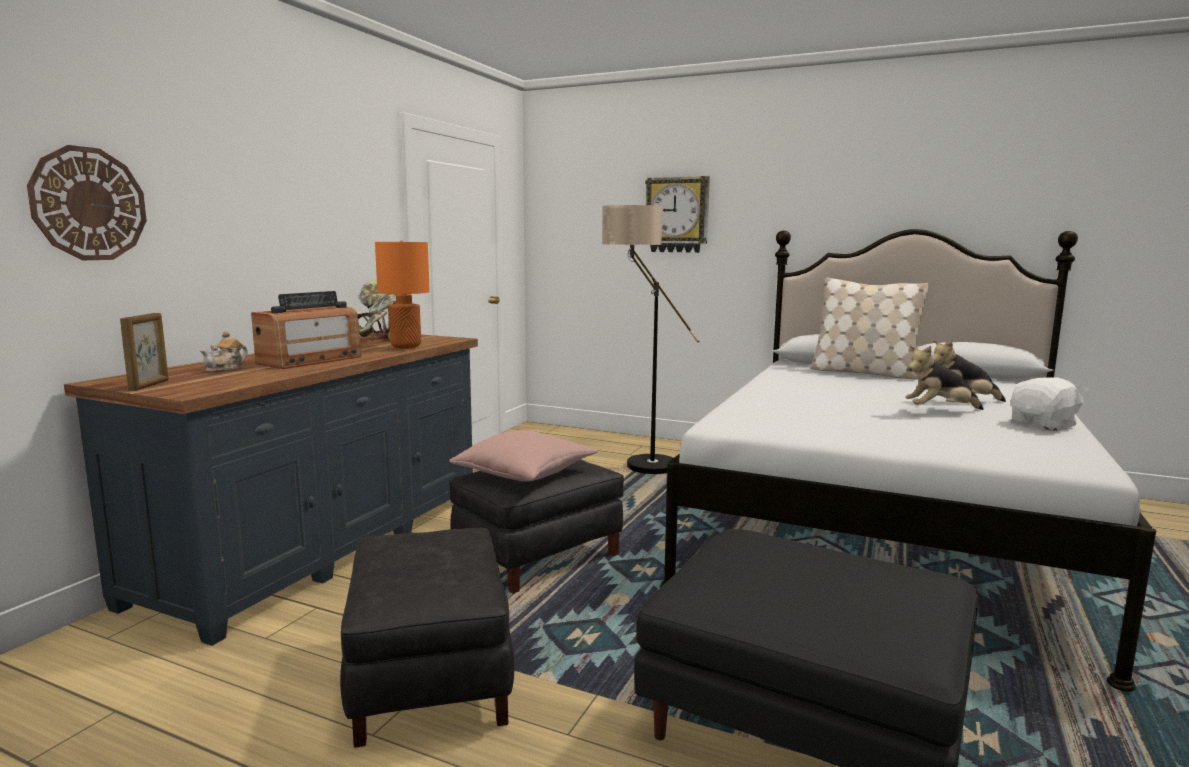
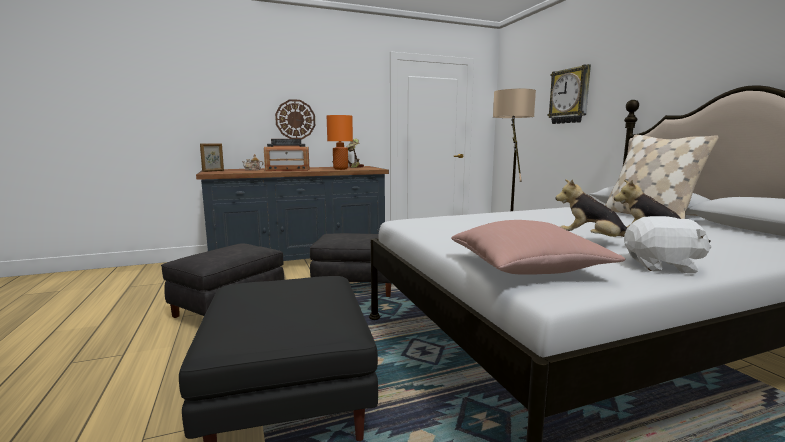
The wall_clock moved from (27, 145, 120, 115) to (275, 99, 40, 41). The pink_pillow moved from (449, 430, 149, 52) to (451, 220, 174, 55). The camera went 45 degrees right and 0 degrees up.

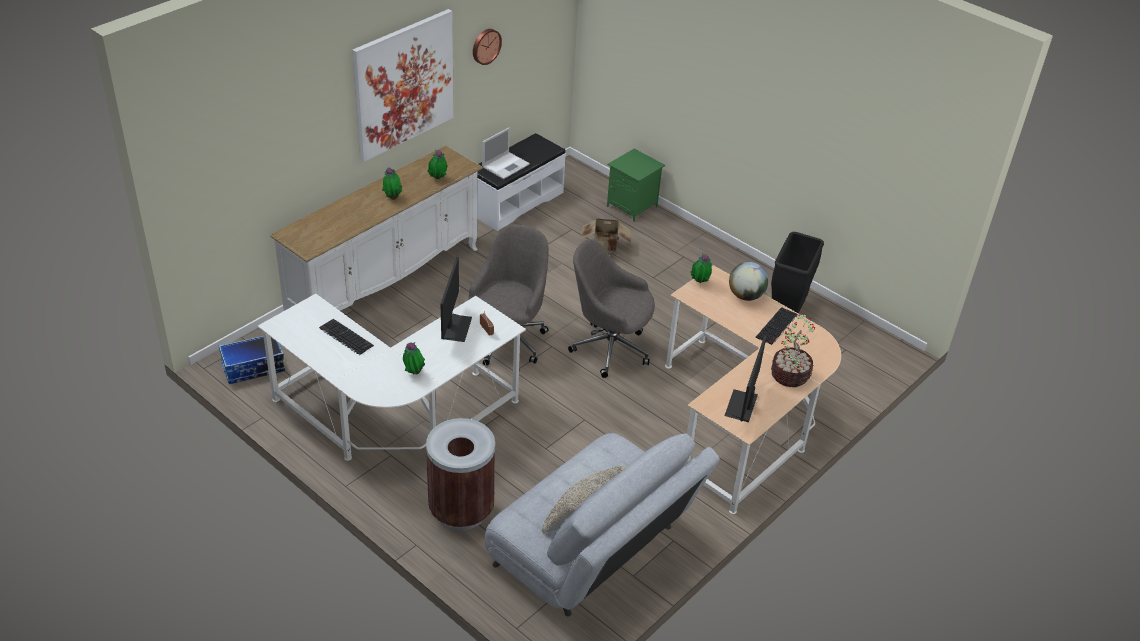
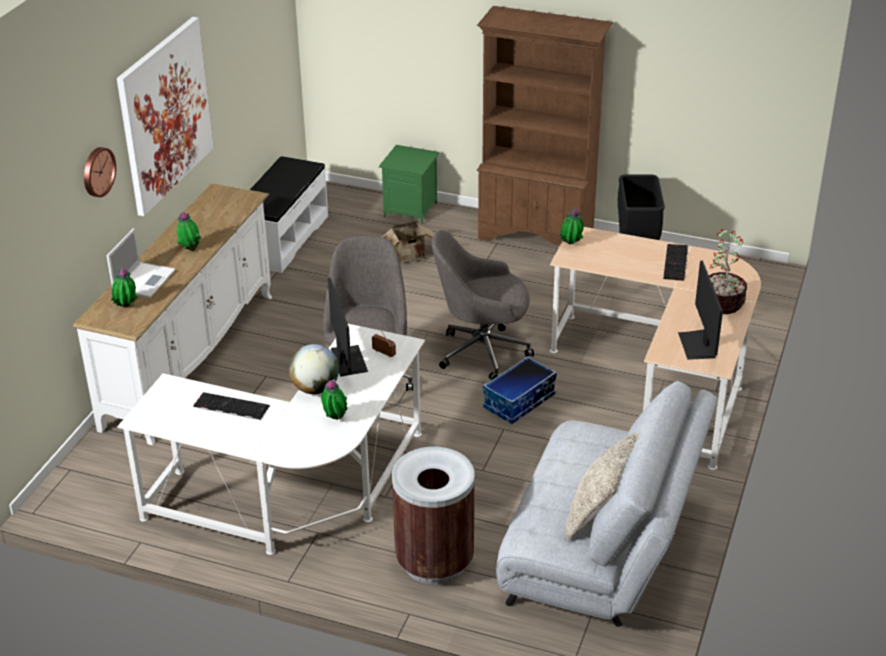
The wall_clock moved from (473, 29, 29, 36) to (84, 147, 32, 50). The laptop moved from (482, 127, 48, 52) to (107, 228, 68, 70). The potted_plant moved from (427, 150, 20, 29) to (111, 268, 27, 39). The globe moved from (729, 262, 39, 39) to (289, 344, 50, 50). The brown_bookcase at (476, 6, 137, 240) appeared. The storage_box moved from (219, 336, 66, 48) to (483, 356, 74, 68). The camera went 20 degrees left and 5 degrees down.

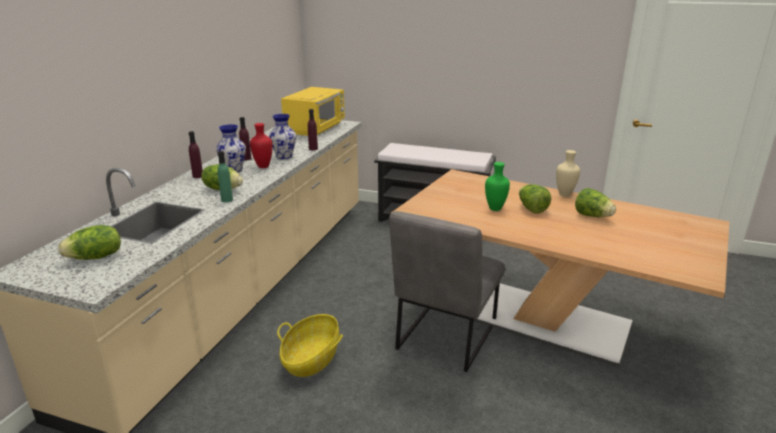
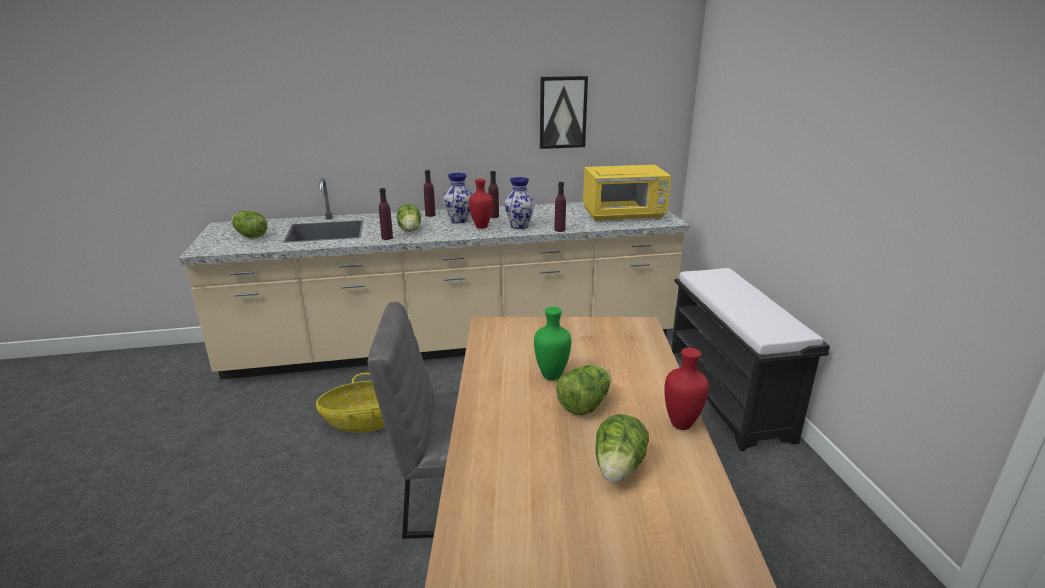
The green_bottle at (217, 151, 16, 51) became the purple_bottle at (379, 188, 14, 52). The picture at (540, 76, 48, 73) appeared. The beige_vase at (556, 150, 24, 47) became the red_vase at (664, 347, 45, 83). The camera went 60 degrees right and 0 degrees up.

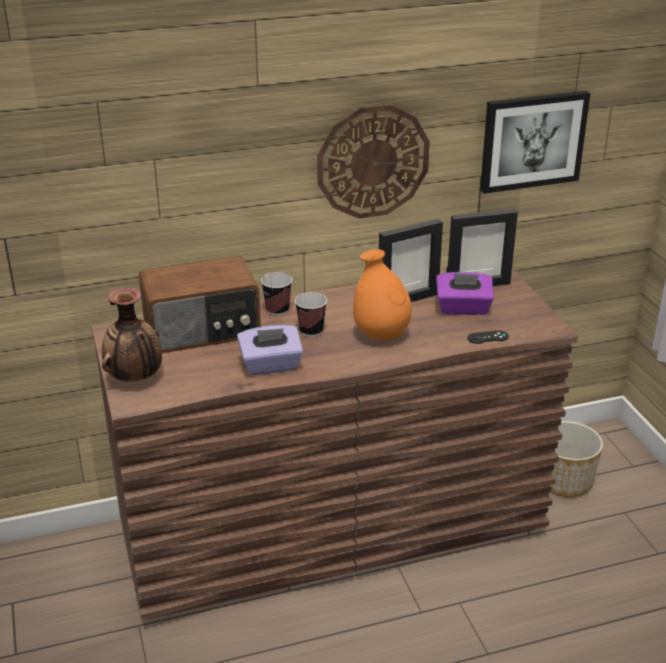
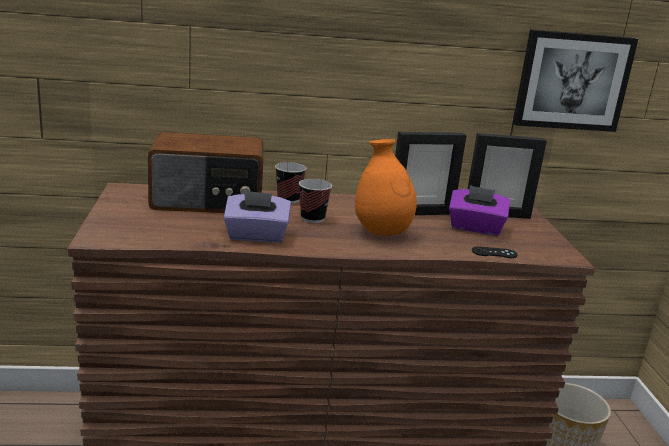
The vase at (102, 288, 60, 94) disappeared. The wall_clock at (317, 104, 113, 115) disappeared. The camera went 10 degrees right and 10 degrees down.

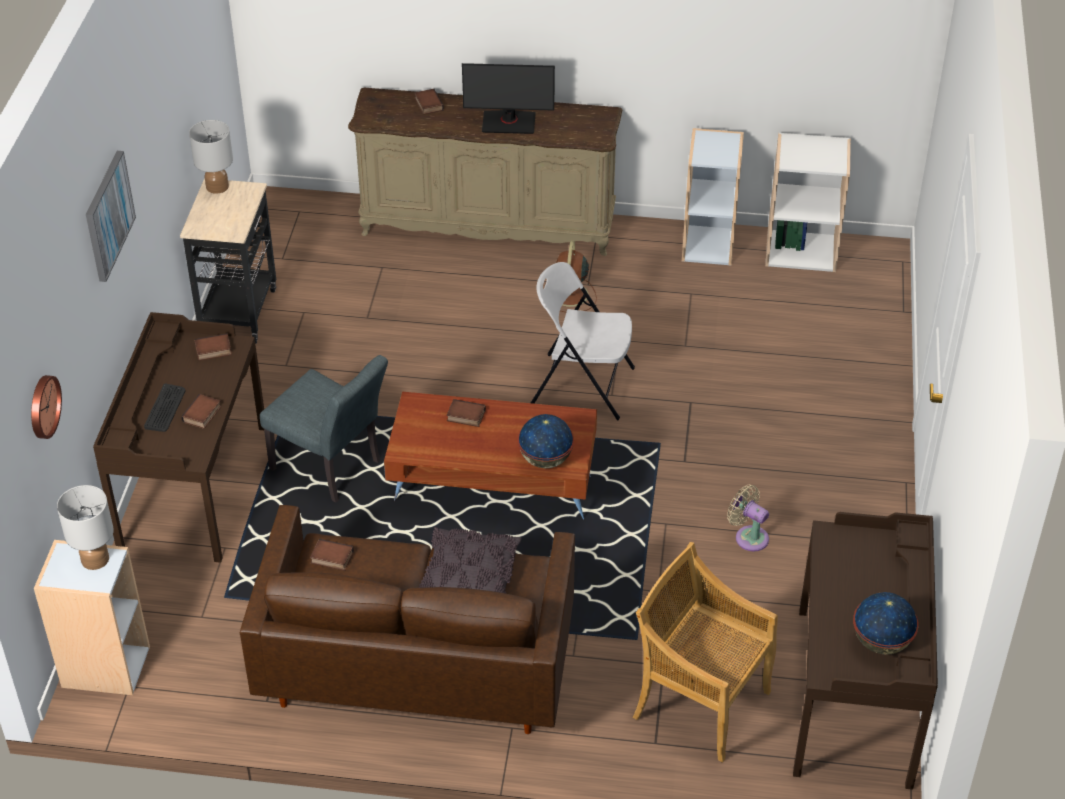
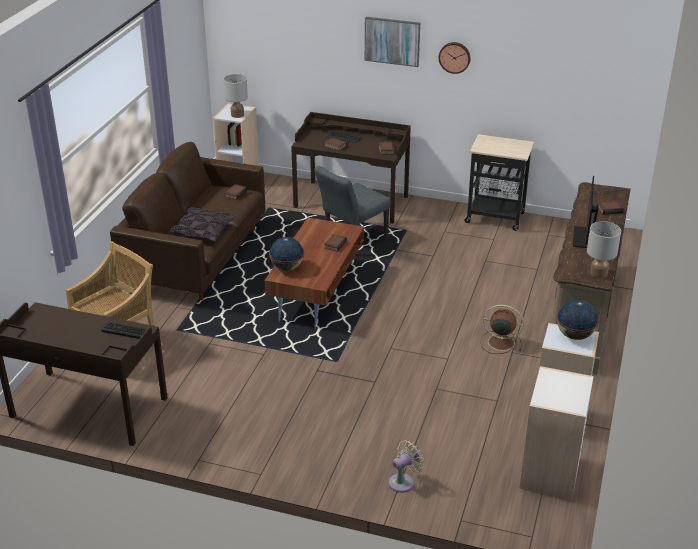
The keyboard at (101, 322, 46, 17) appeared. The beige_fan moved from (727, 485, 42, 66) to (389, 440, 35, 53). The wall_clock moved from (31, 375, 31, 64) to (439, 42, 32, 32). The globe moved from (853, 592, 66, 63) to (556, 300, 43, 40). The grey_table_lamp moved from (189, 120, 44, 74) to (587, 221, 34, 57). The white_chair at (530, 262, 105, 158) disappeared. The camera went 100 degrees right and 10 degrees down.

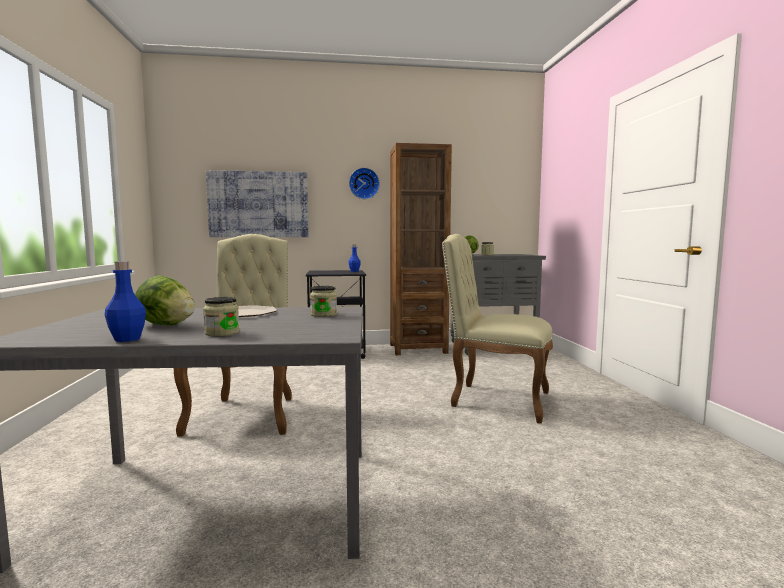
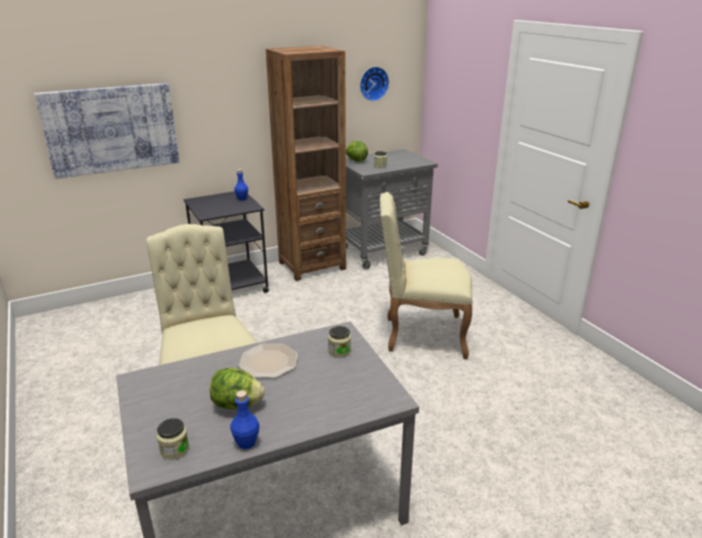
The jar moved from (203, 297, 36, 39) to (157, 418, 32, 42). The wall_clock moved from (349, 168, 31, 31) to (360, 66, 29, 35). The camera went 20 degrees left and 20 degrees up.

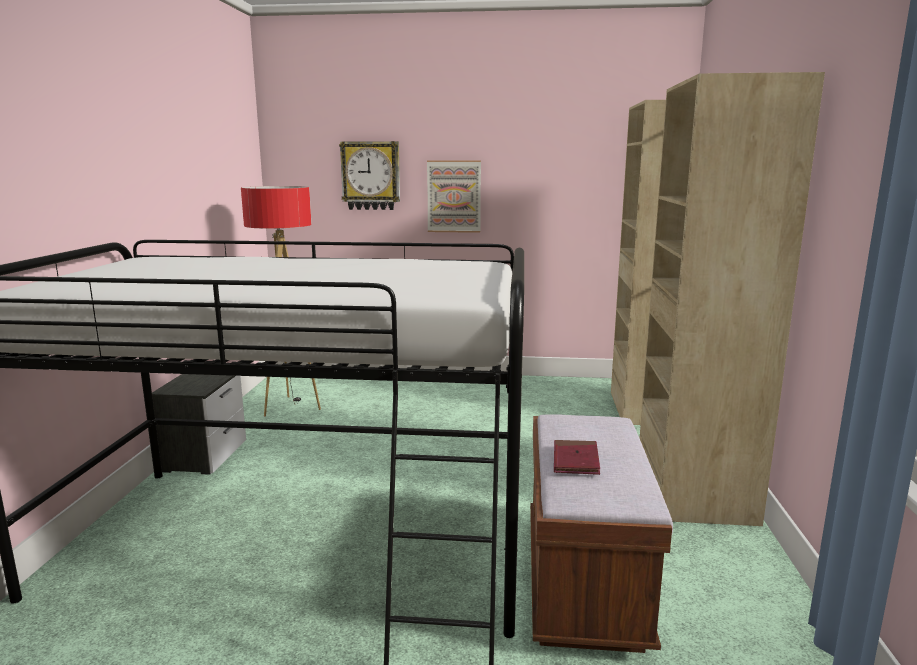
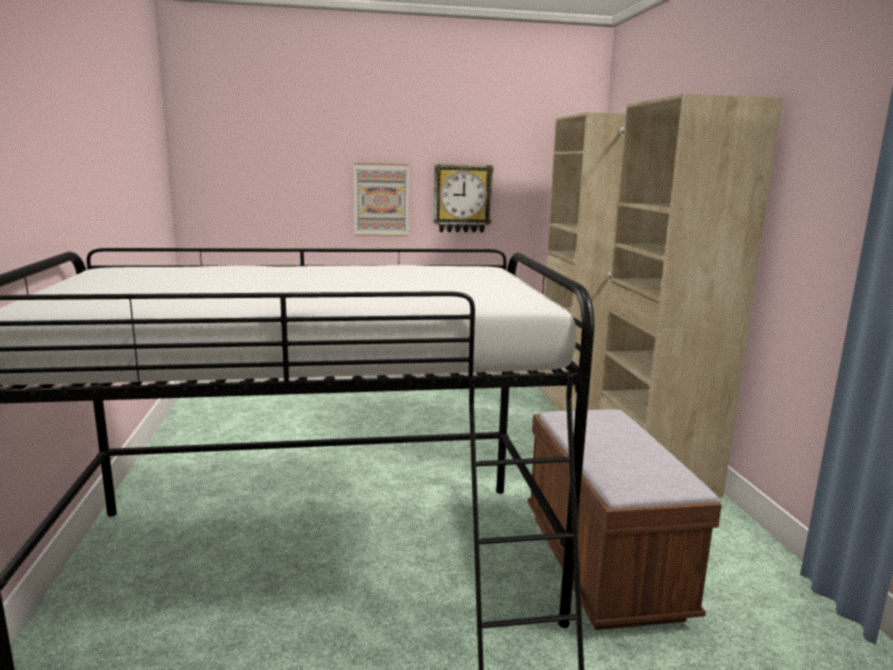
The wall_clock moved from (339, 141, 61, 69) to (433, 164, 61, 68). The nightstand at (152, 374, 94, 101) disappeared. The floor_lamp at (241, 186, 80, 231) disappeared. The red_book at (554, 440, 46, 35) disappeared. The camera went 15 degrees left and 0 degrees up.

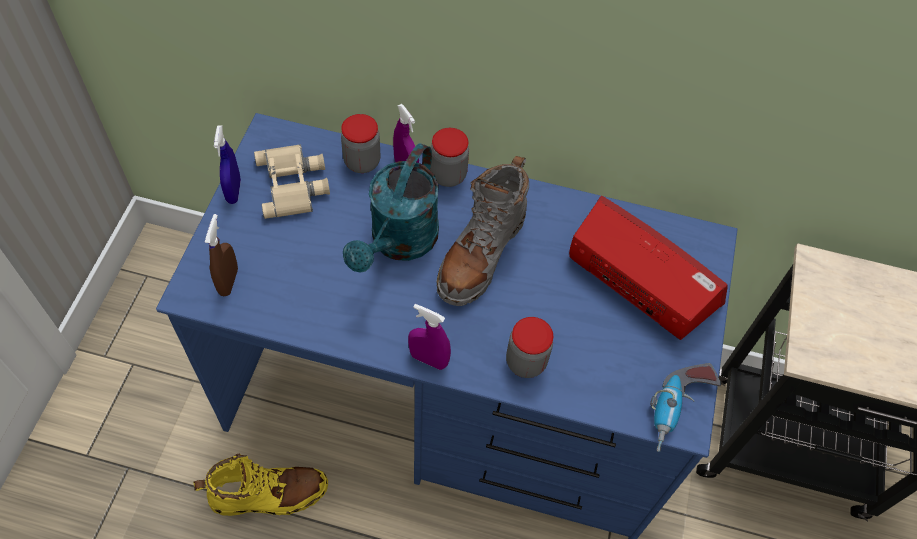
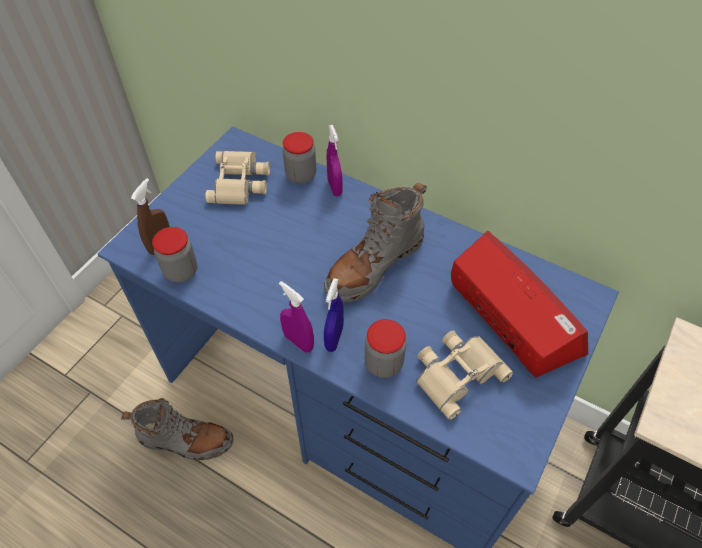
The yellow_boot at (193, 453, 135, 63) became the grey_boot at (121, 398, 113, 63). The jar moved from (430, 128, 39, 59) to (152, 227, 45, 56). The blue_spray_bottle moved from (214, 125, 27, 79) to (324, 278, 20, 74). The beige_binoculars at (416, 330, 97, 90) appeared. The turquoise_watering_can at (343, 143, 96, 129) disappeared. The power_drill at (650, 363, 71, 89) disappeared. The camera went 20 degrees right and 5 degrees down.

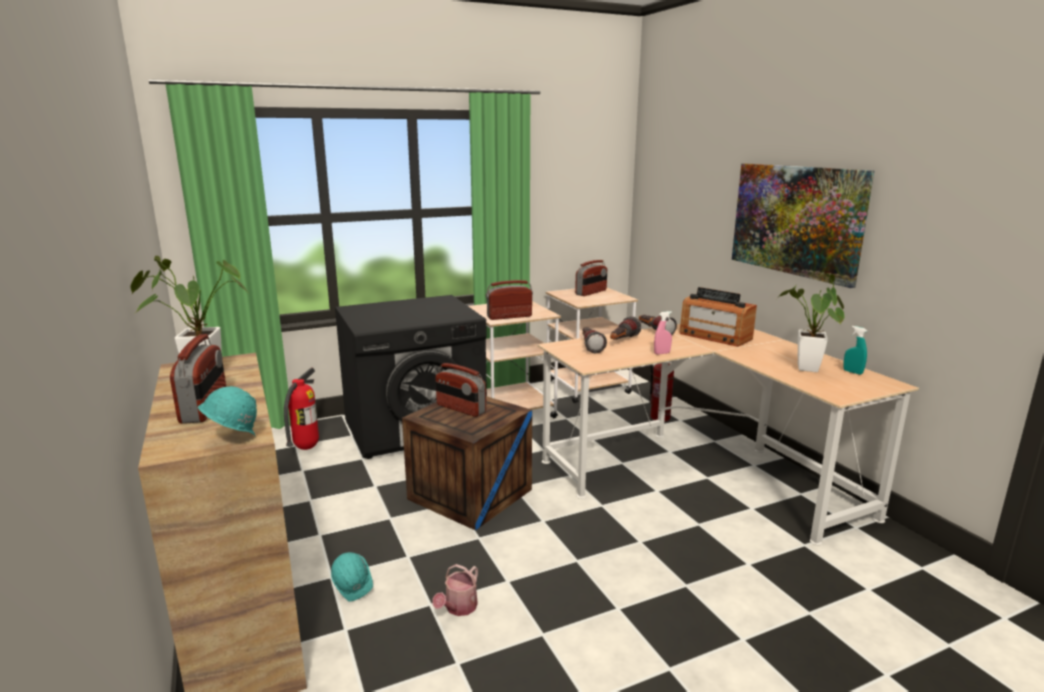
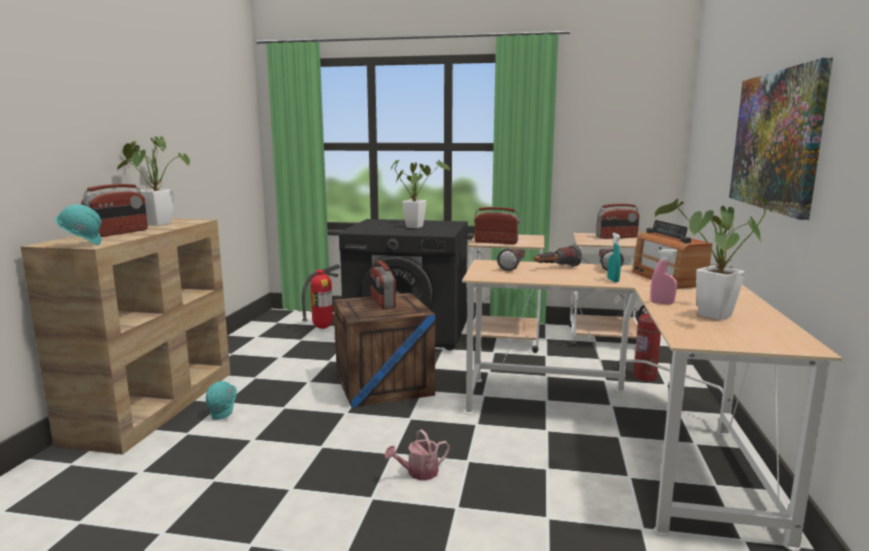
The watering_can moved from (433, 564, 45, 52) to (385, 429, 65, 51). The potted_plant at (391, 160, 59, 68) appeared. The turquoise_spray_bottle moved from (843, 326, 24, 49) to (607, 233, 14, 49). The pink_spray_bottle moved from (654, 311, 18, 44) to (650, 249, 27, 55). The camera went 35 degrees right and 5 degrees down.

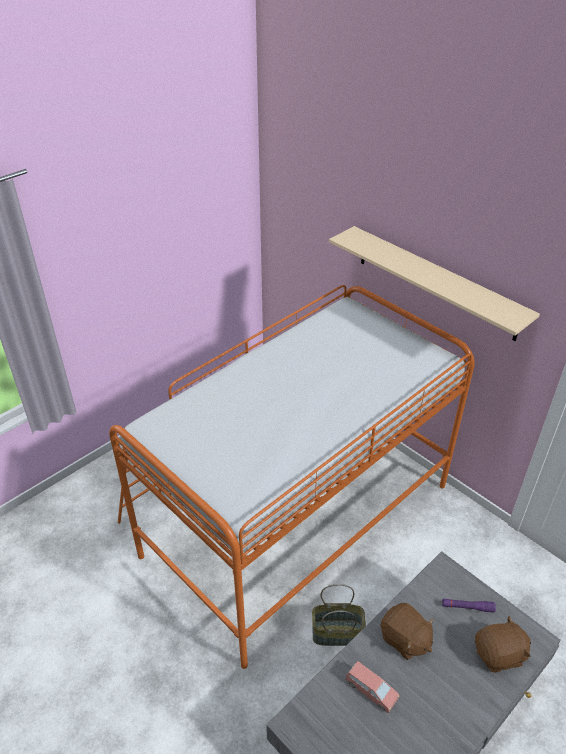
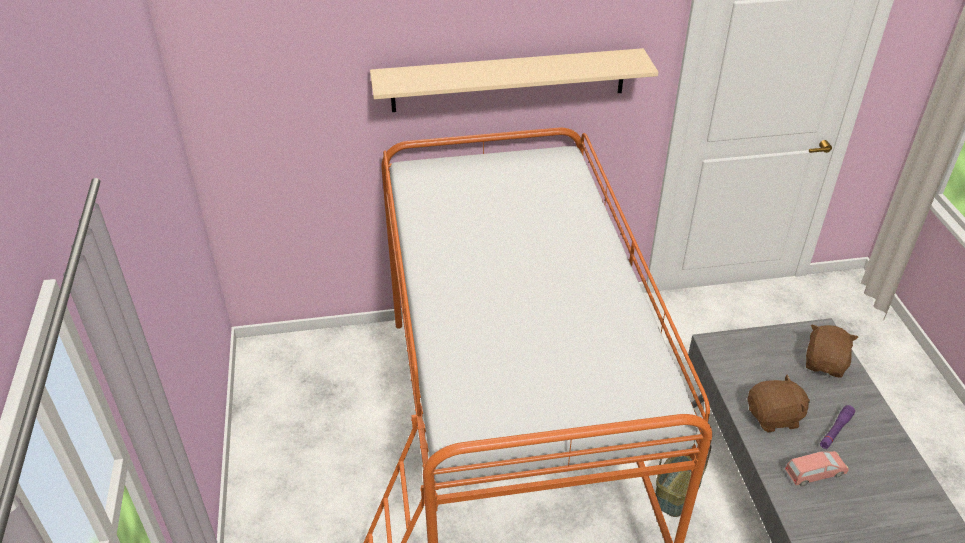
The purple_flashlight moved from (442, 599, 54, 14) to (820, 405, 35, 44). The camera went 55 degrees left and 0 degrees up.

